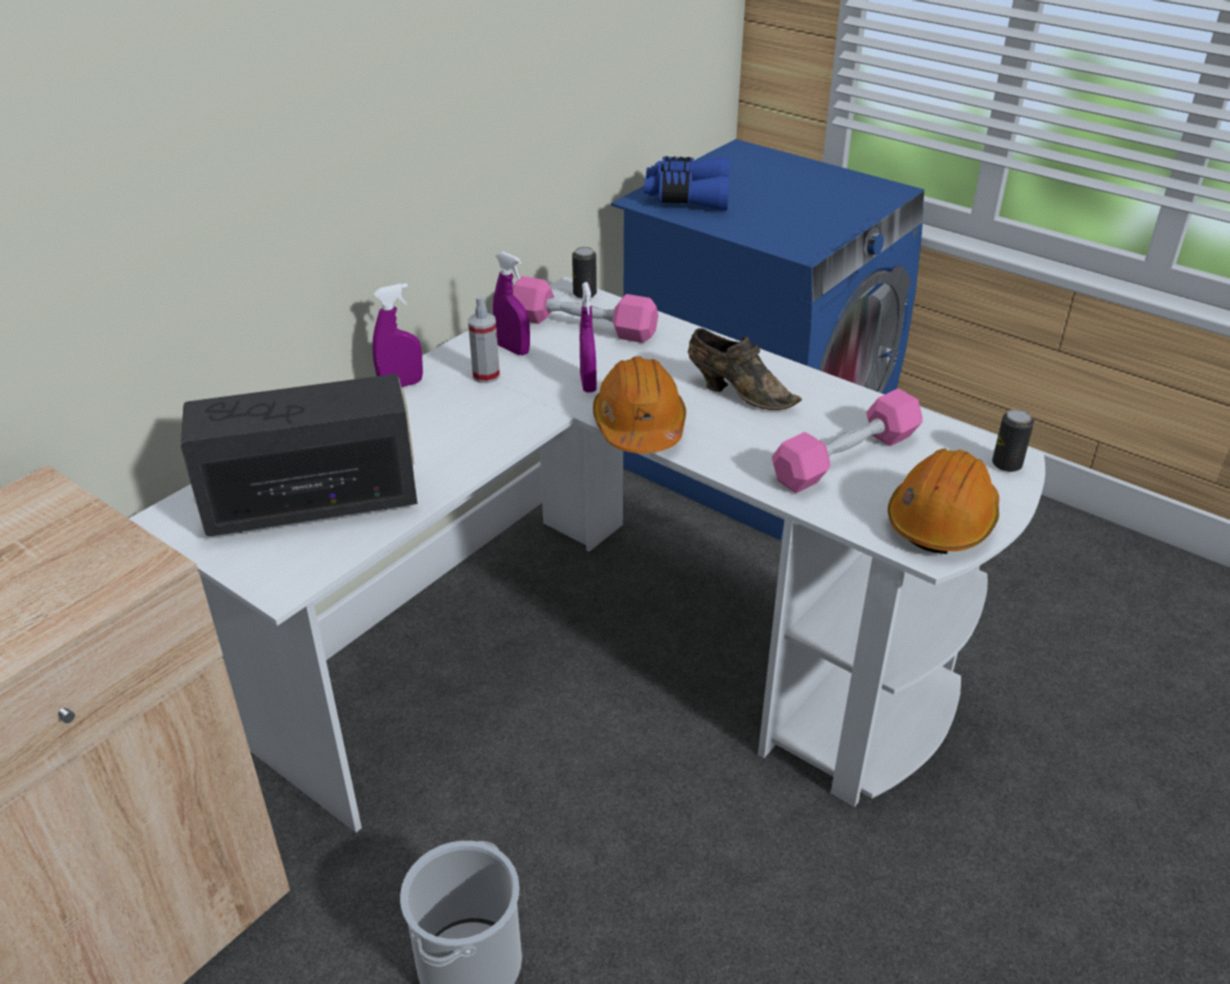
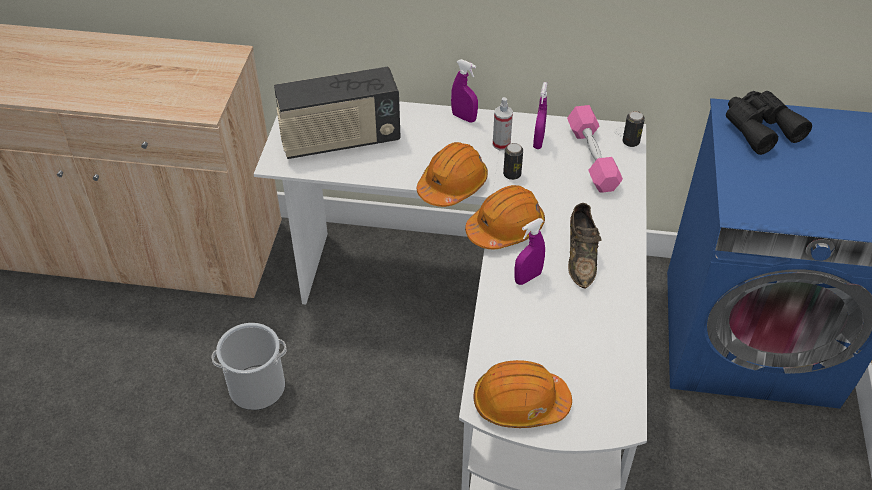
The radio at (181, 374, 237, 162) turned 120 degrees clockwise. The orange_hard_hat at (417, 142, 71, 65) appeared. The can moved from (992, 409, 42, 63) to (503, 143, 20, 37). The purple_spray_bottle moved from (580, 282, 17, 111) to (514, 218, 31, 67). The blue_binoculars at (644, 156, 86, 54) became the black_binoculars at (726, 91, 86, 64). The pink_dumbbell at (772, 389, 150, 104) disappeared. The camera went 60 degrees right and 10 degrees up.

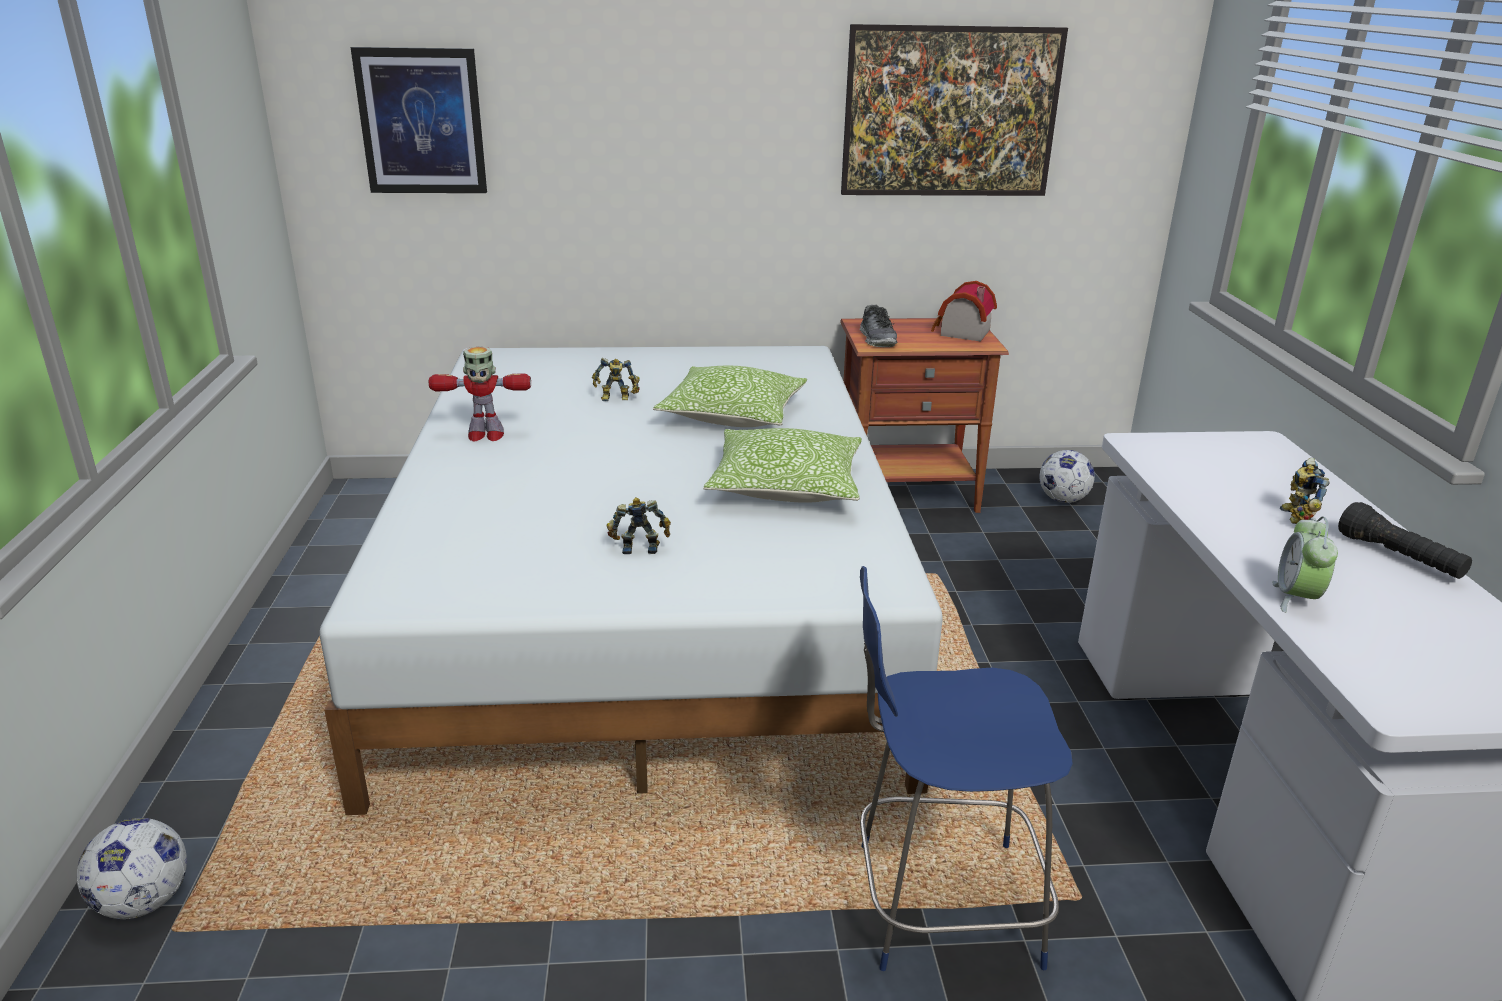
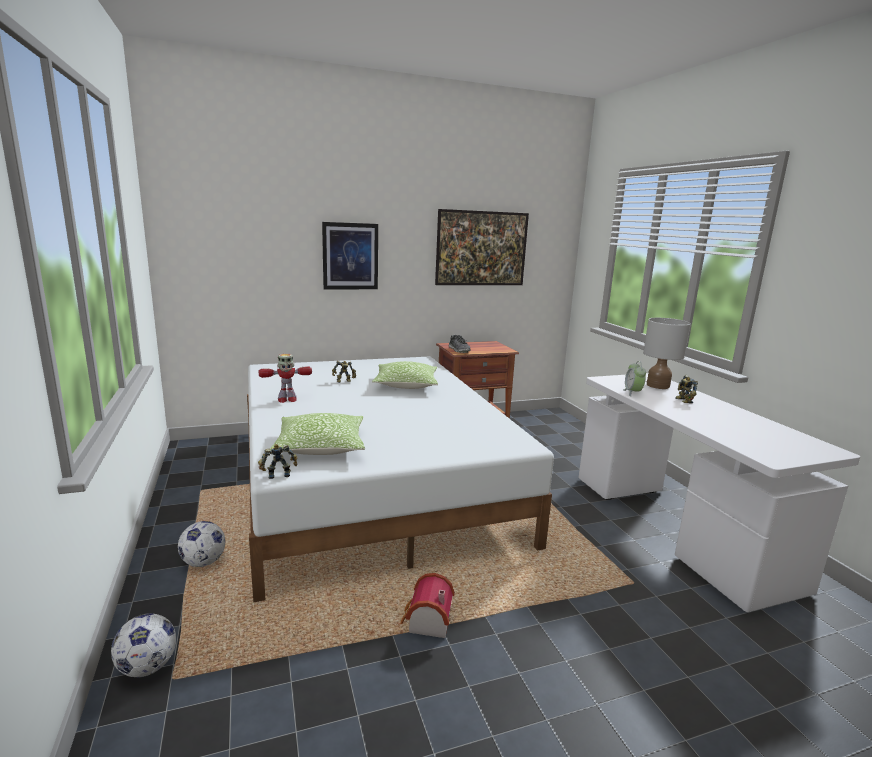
The football moved from (1039, 450, 56, 53) to (178, 521, 47, 46). The toy_robot moved from (606, 497, 65, 57) to (258, 444, 39, 35). The pillow moved from (703, 428, 159, 75) to (270, 413, 95, 42). The picture moved from (350, 47, 137, 146) to (322, 222, 56, 67). The toy_house moved from (931, 281, 66, 61) to (400, 573, 55, 65). The alarm_clock moved from (1272, 516, 66, 97) to (623, 361, 23, 35). The grey_table_lamp at (643, 318, 48, 71) appeared. The blue_chair at (860, 566, 213, 405) disappeared. The black_flashlight at (1338, 502, 134, 77) disappeared. The camera went 15 degrees left and 10 degrees down.

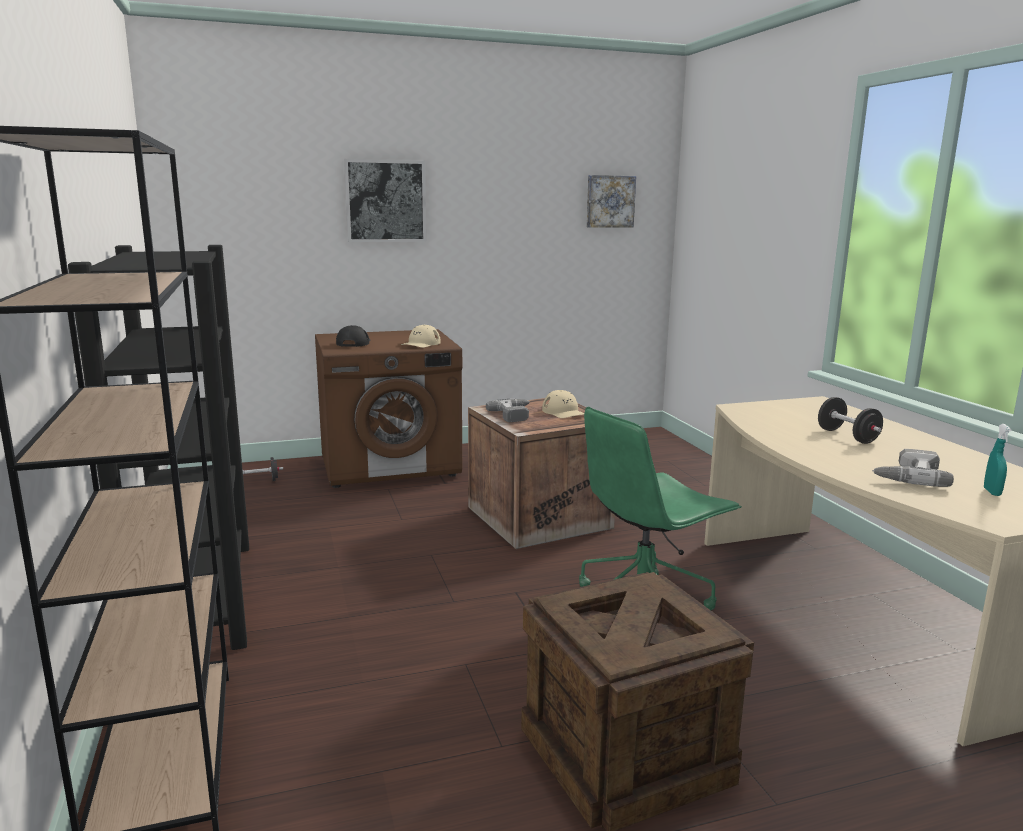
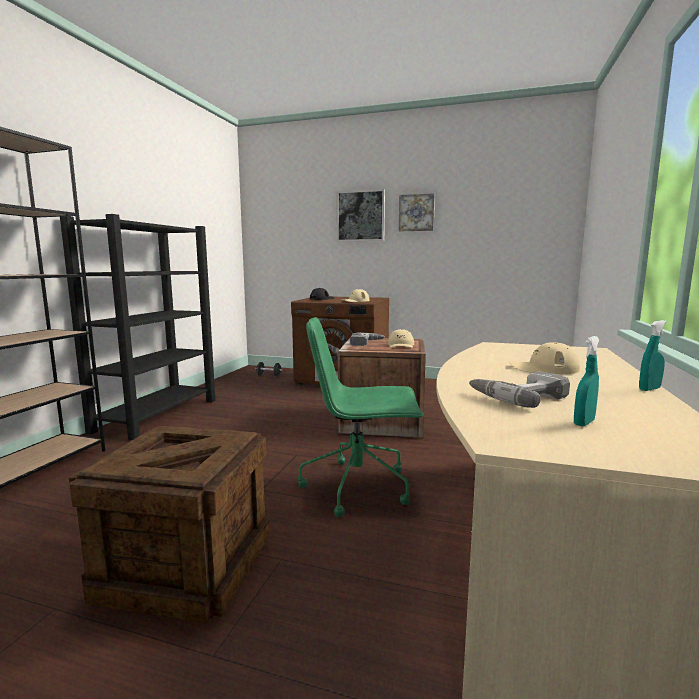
The picture moved from (586, 175, 50, 53) to (399, 193, 36, 38). The black_dumbbell at (818, 397, 65, 47) was replaced by the beige_cap at (509, 342, 71, 32). The turquoise_spray_bottle at (639, 320, 28, 71) appeared. The camera went 35 degrees right and 5 degrees down.

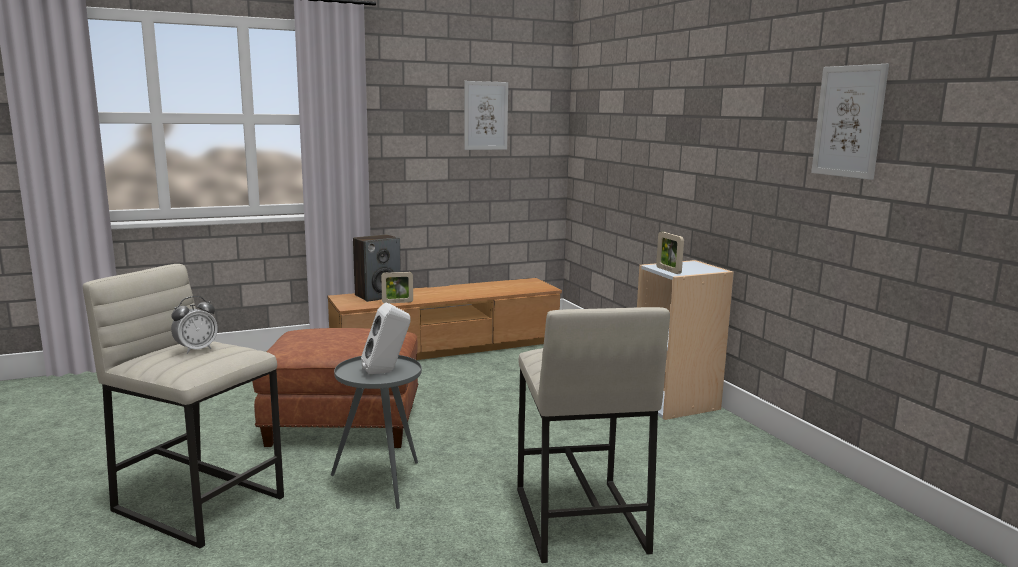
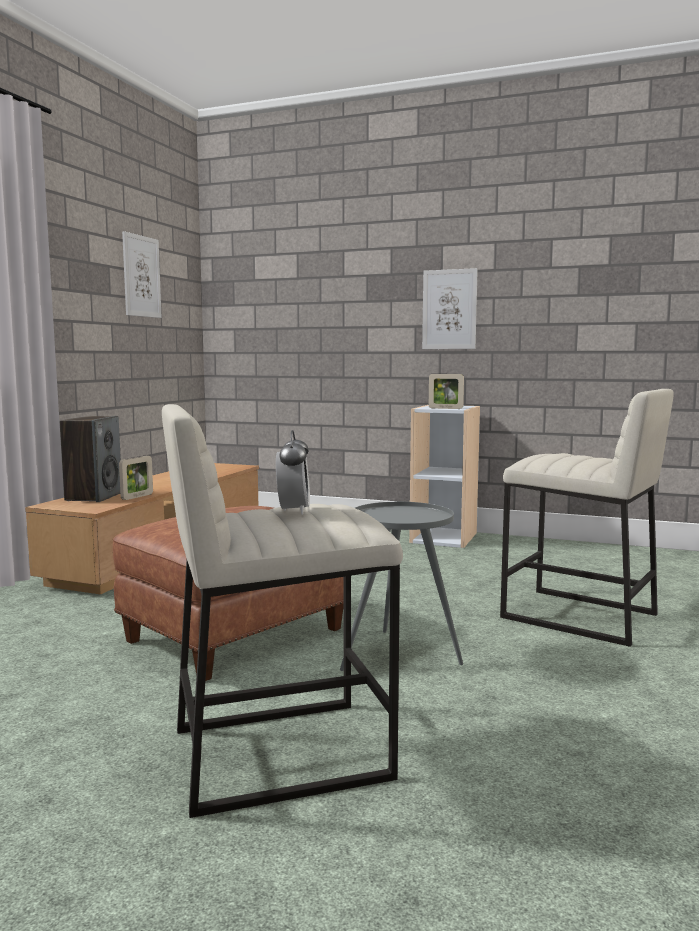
The picture moved from (811, 64, 78, 116) to (422, 268, 56, 81). The white_speaker at (361, 303, 50, 71) disappeared. The camera went 45 degrees left and 5 degrees down.

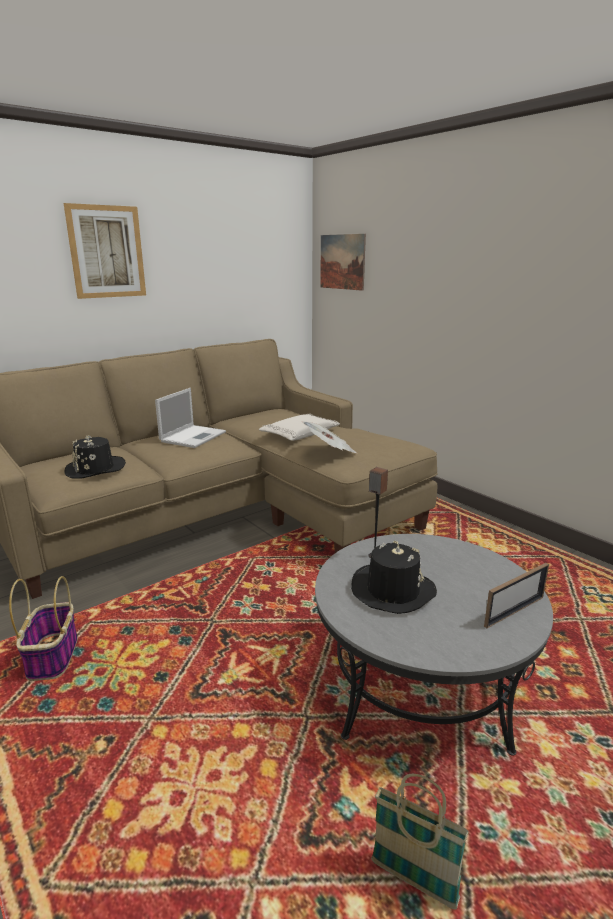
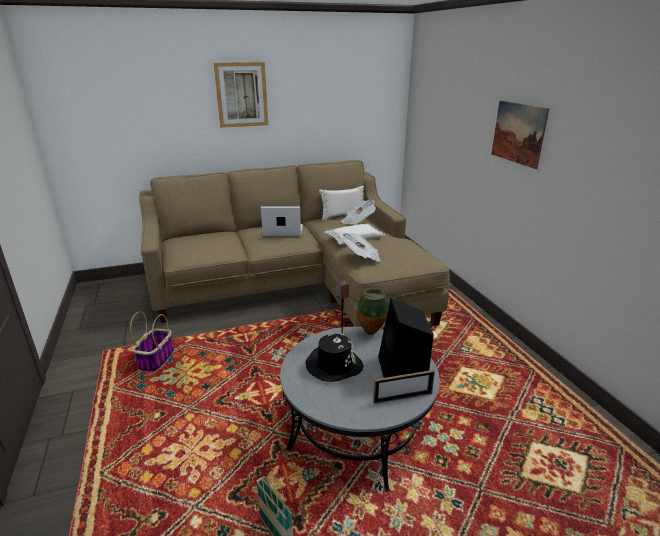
The laptop at (155, 388, 71, 60) turned 135 degrees counterclockwise. The white_pillow at (319, 186, 45, 34) appeared. The newspaper at (341, 200, 35, 25) appeared. The vase at (357, 288, 32, 47) appeared. The black_speaker at (378, 298, 55, 80) appeared. The picture moved from (320, 234, 46, 57) to (491, 100, 58, 69). The black_hat at (64, 436, 62, 43) disappeared. The camera went 20 degrees right and 5 degrees up.

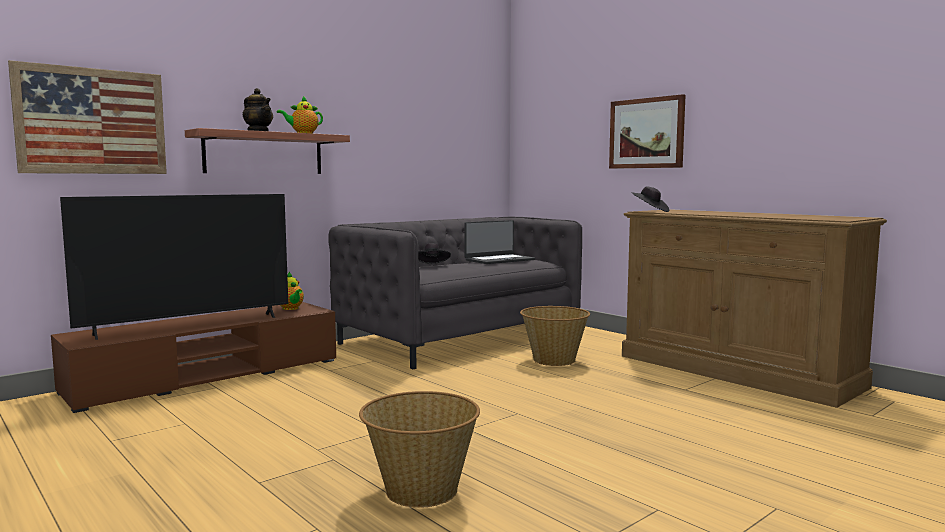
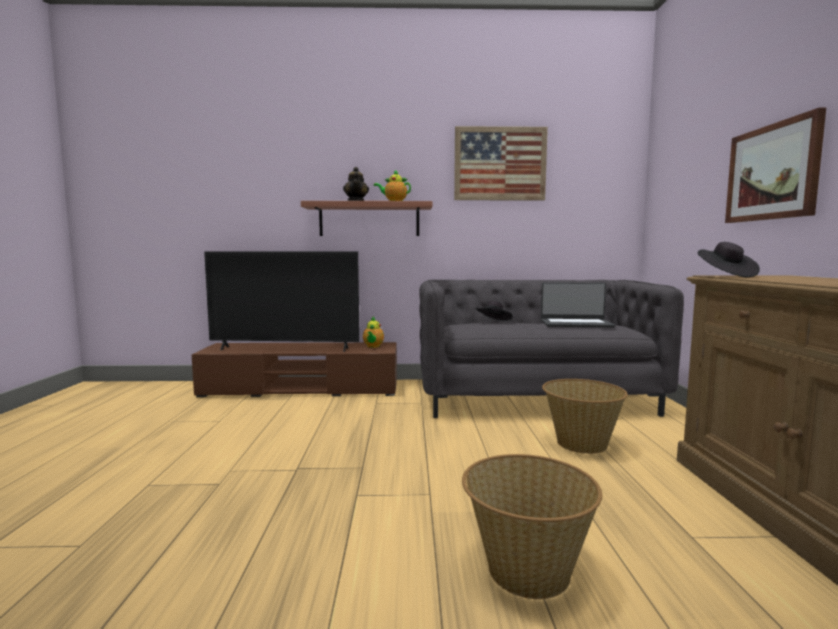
The picture moved from (8, 60, 159, 114) to (454, 126, 94, 75). The basket moved from (359, 391, 121, 117) to (462, 454, 140, 145). The camera went 40 degrees right and 0 degrees up.

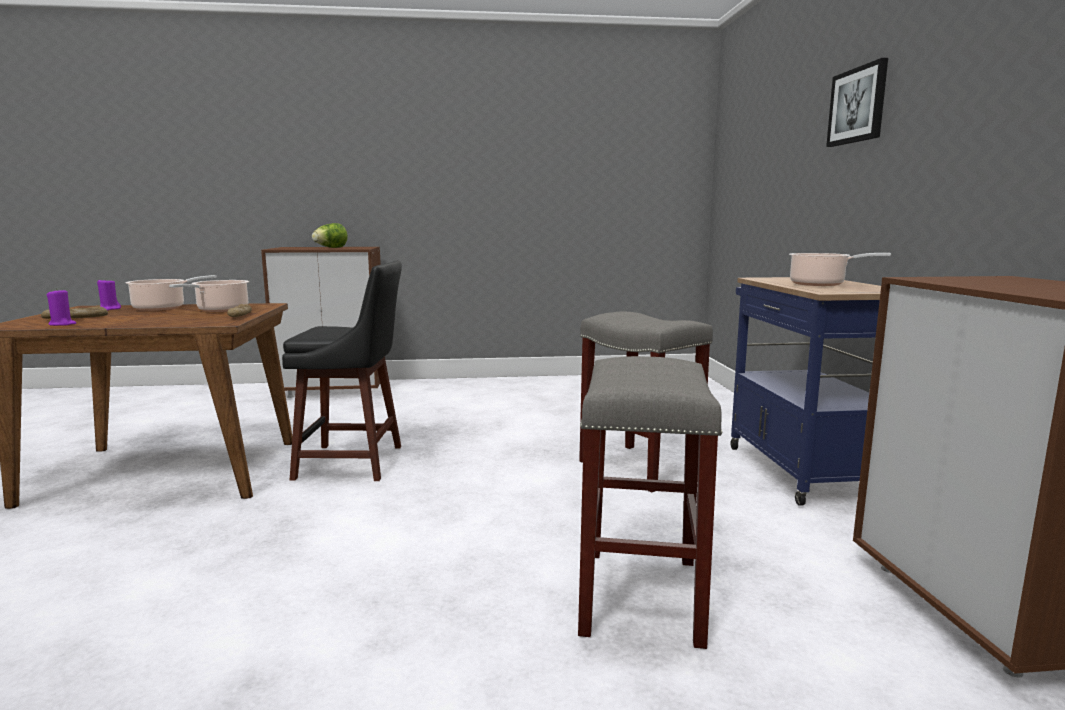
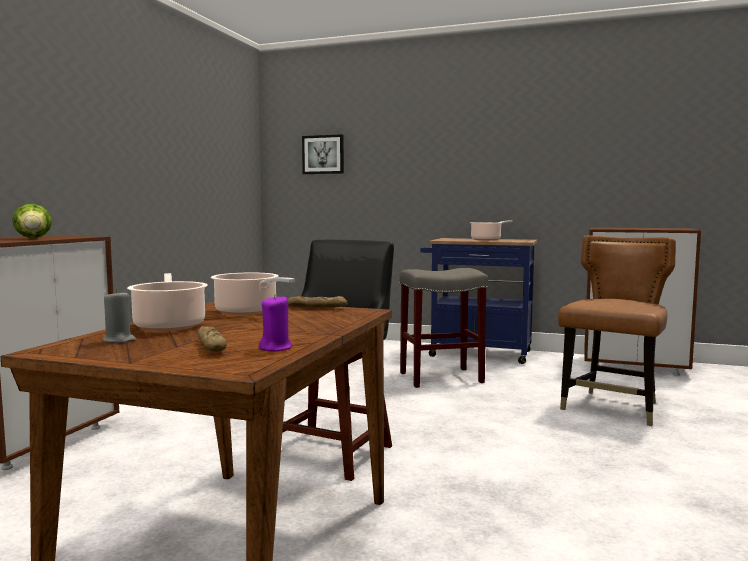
The purple_candle at (97, 278, 24, 32) became the grey_candle at (103, 290, 33, 53). The picture moved from (826, 58, 62, 89) to (302, 134, 42, 40). The grey_stool at (578, 356, 144, 293) was replaced by the brown_chair at (558, 235, 118, 191). The camera went 65 degrees left and 5 degrees down.

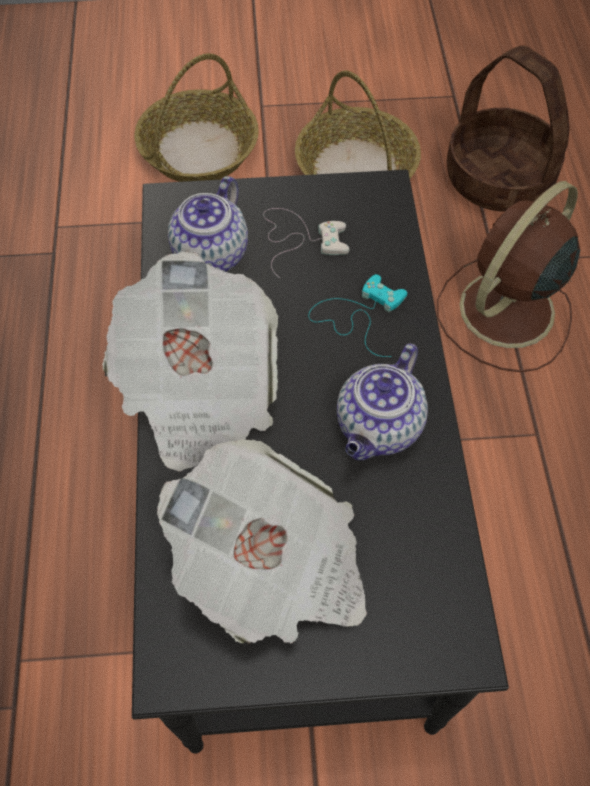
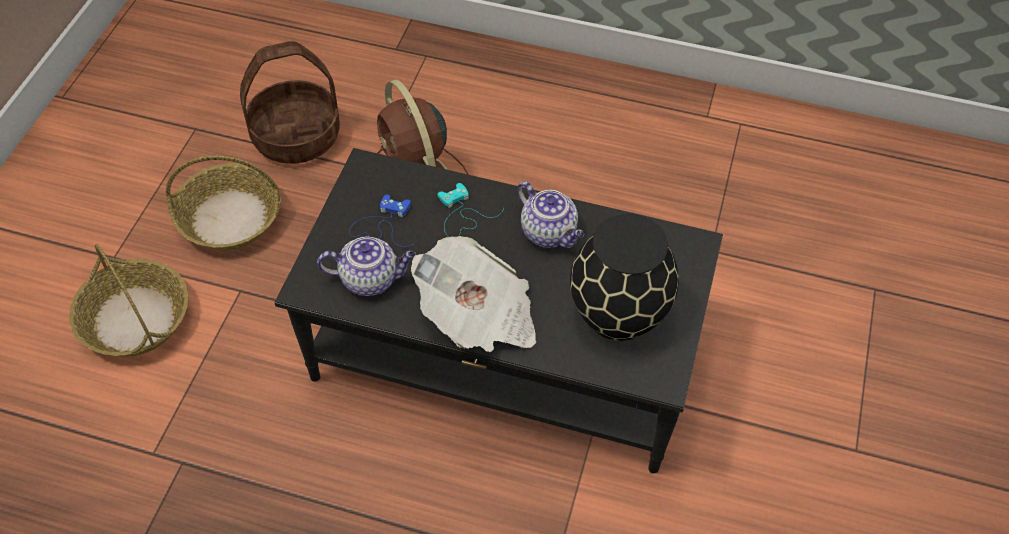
The teapot at (168, 176, 80, 96) turned 45 degrees counterclockwise. The white_game_controller at (263, 208, 86, 70) became the blue_game_controller at (349, 195, 64, 52). The newspaper at (157, 439, 210, 206) was replaced by the black_vase at (570, 214, 109, 127). The camera went 70 degrees left and 5 degrees down.

